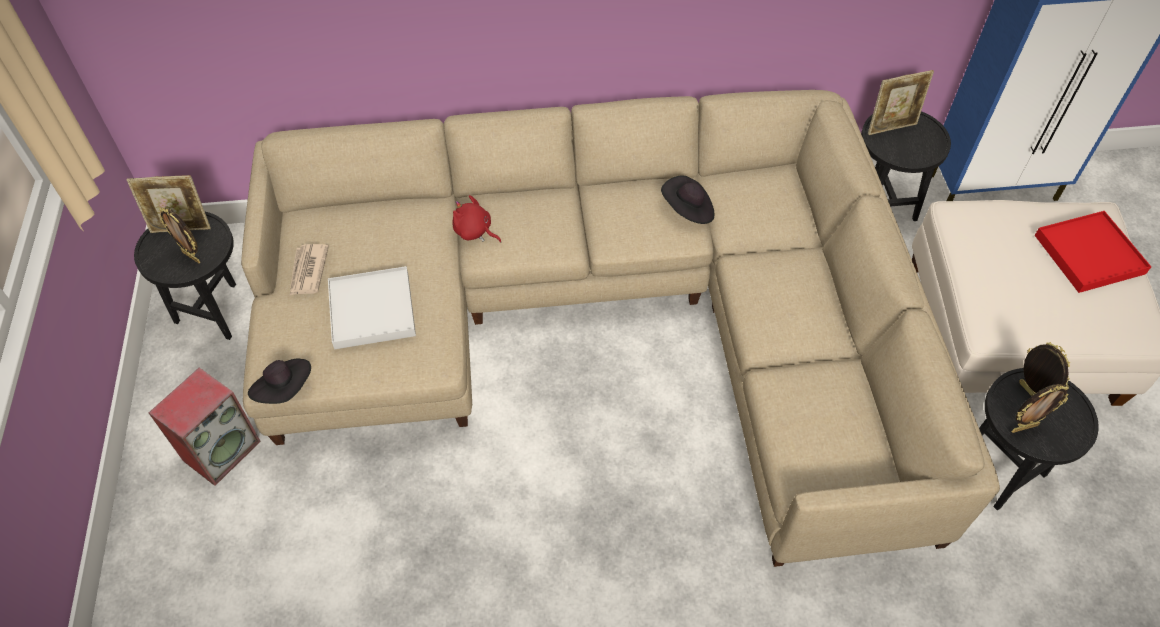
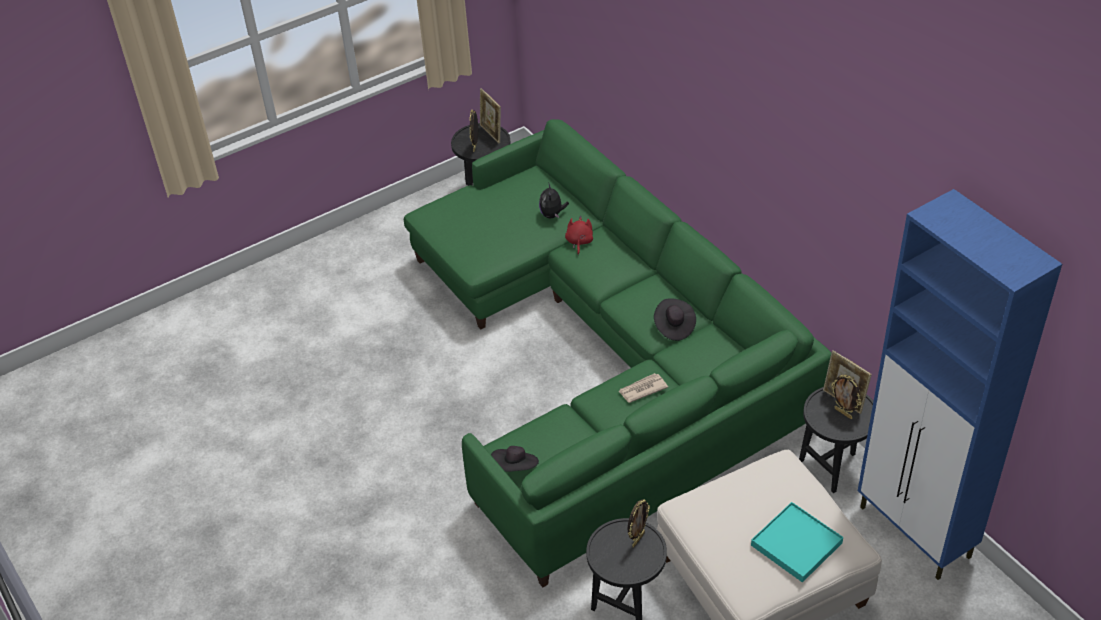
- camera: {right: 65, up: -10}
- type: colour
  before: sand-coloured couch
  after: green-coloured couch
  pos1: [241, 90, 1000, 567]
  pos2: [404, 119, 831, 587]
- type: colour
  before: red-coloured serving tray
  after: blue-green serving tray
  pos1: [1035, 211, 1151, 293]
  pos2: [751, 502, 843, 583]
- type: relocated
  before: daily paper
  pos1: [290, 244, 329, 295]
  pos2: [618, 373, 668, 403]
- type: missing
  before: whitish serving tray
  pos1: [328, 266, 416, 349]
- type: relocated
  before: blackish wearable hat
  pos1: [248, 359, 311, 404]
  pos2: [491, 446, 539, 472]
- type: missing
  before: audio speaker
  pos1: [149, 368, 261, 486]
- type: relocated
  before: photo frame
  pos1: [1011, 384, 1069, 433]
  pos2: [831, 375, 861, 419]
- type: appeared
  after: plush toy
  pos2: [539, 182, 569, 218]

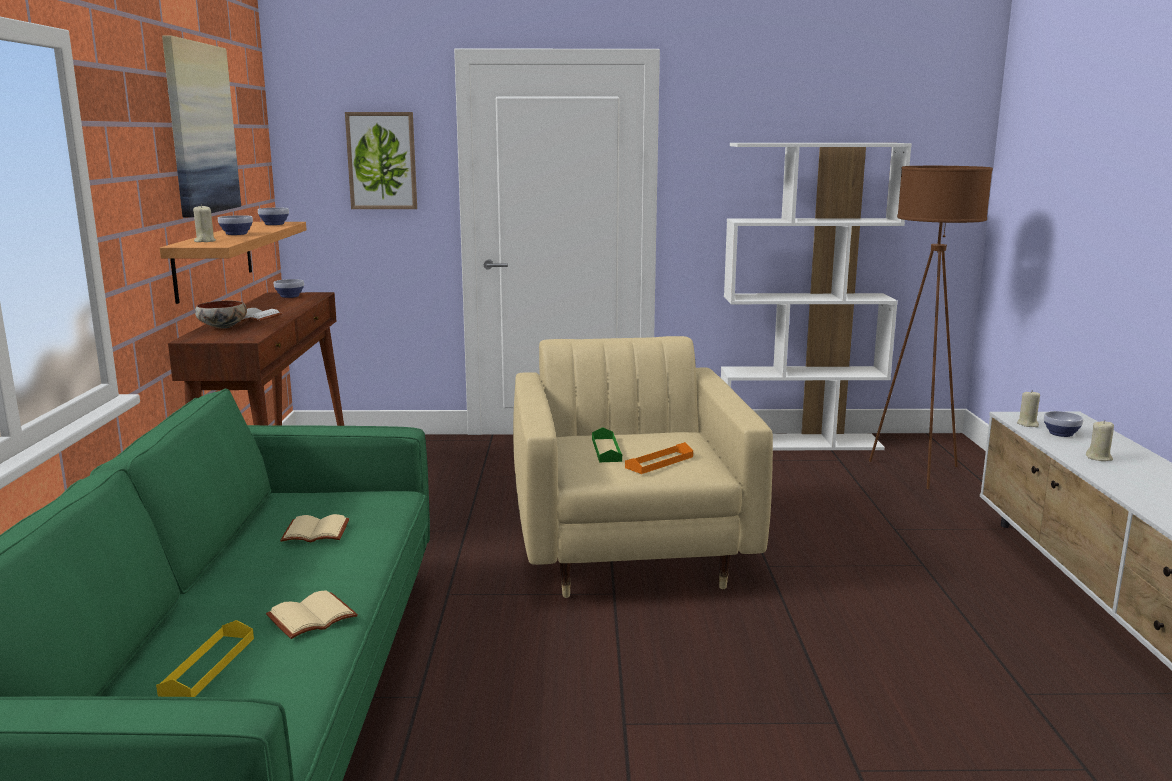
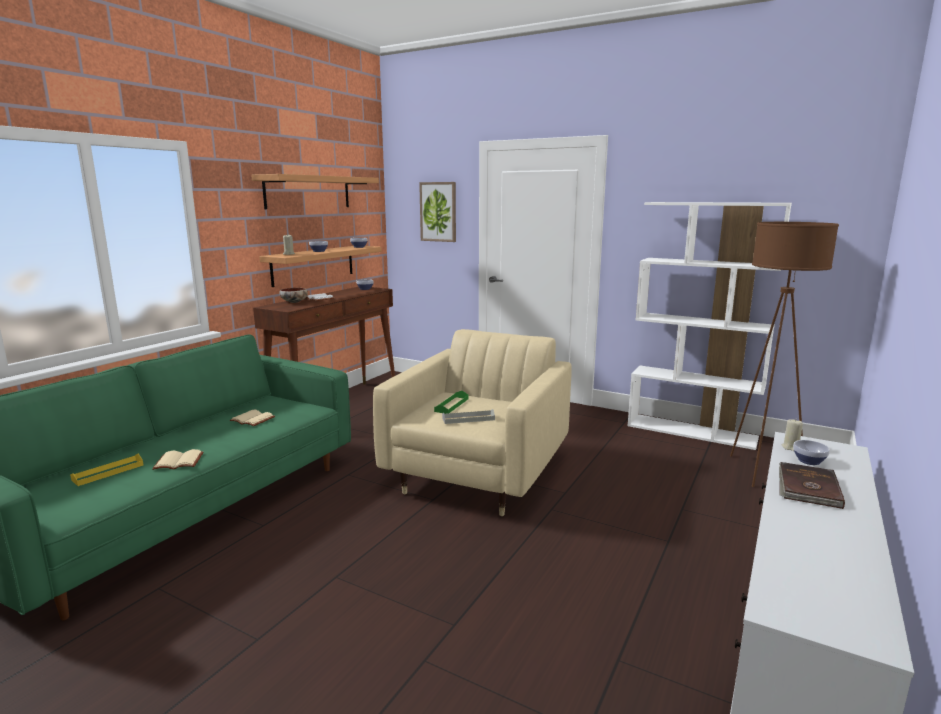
- camera: {right: 30, up: 0}
- type: exchanged
  before: picture
  after: wall shelf
  pos1: [162, 35, 241, 217]
  pos2: [251, 174, 379, 209]
- type: exchanged
  before: sand-coloured candle
  after: brown bound book
  pos1: [1086, 420, 1114, 461]
  pos2: [779, 462, 845, 509]
- type: colour
  before: orange serving tray
  after: greyish serving tray
  pos1: [625, 442, 693, 474]
  pos2: [442, 409, 495, 424]

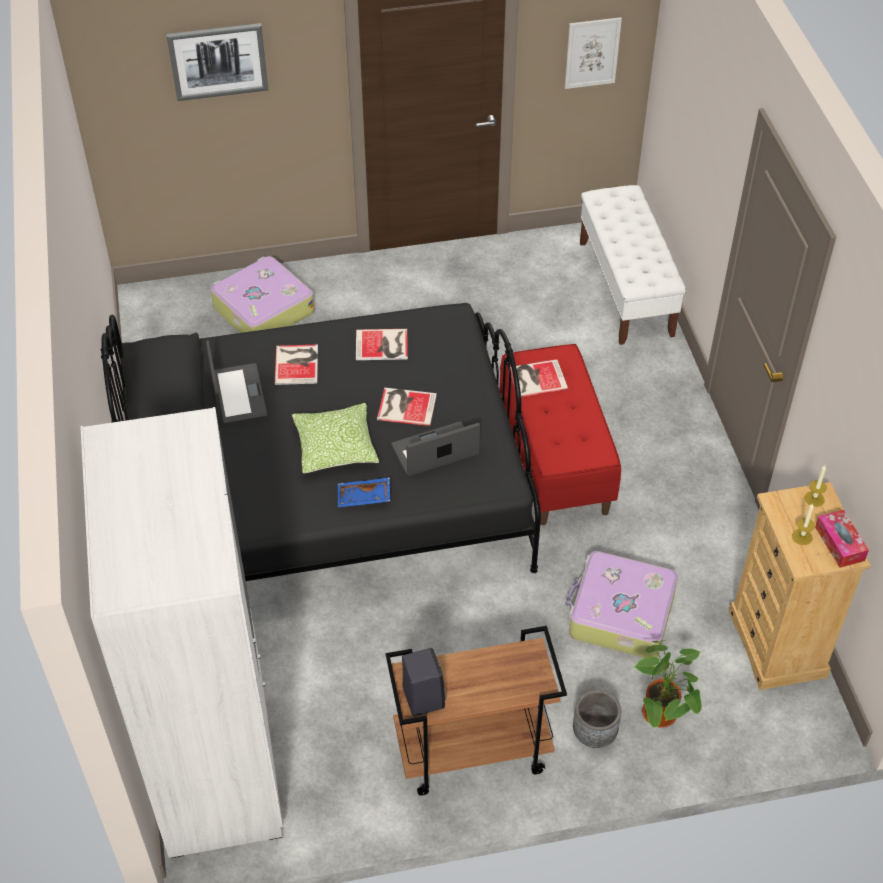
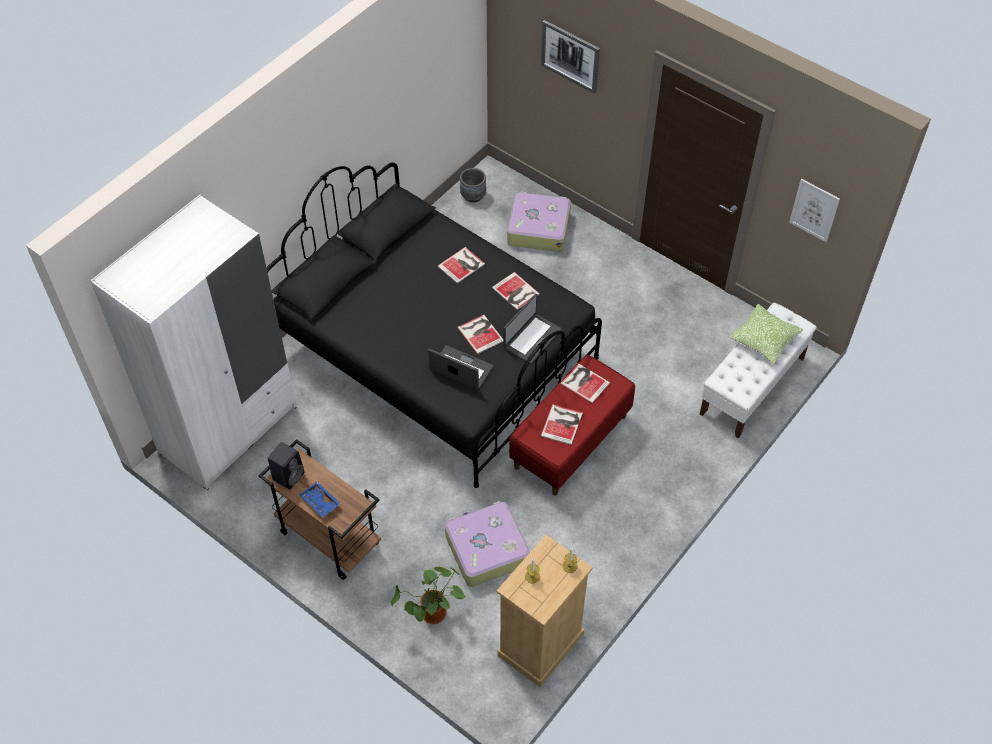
- camera: {right: 50, up: 5}
- type: relocated
  before: portable computer
  pos1: [206, 340, 267, 425]
  pos2: [503, 294, 562, 364]
- type: relocated
  before: cushion
  pos1: [292, 403, 379, 473]
  pos2: [729, 304, 803, 364]
- type: relocated
  before: bluish serving tray
  pos1: [338, 477, 390, 507]
  pos2: [299, 482, 341, 518]
- type: missing
  before: tissue box
  pos1: [815, 510, 869, 568]
- type: relocated
  before: greyish plant pot
  pos1: [573, 690, 621, 748]
  pos2: [460, 168, 486, 203]
- type: appeared
  after: bound book
  pos2: [541, 404, 583, 445]

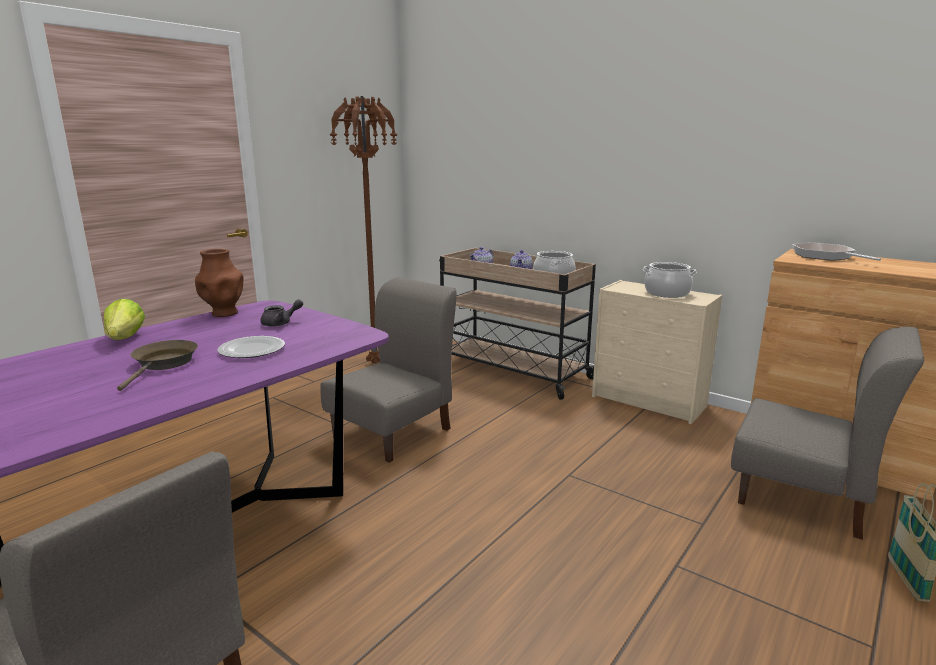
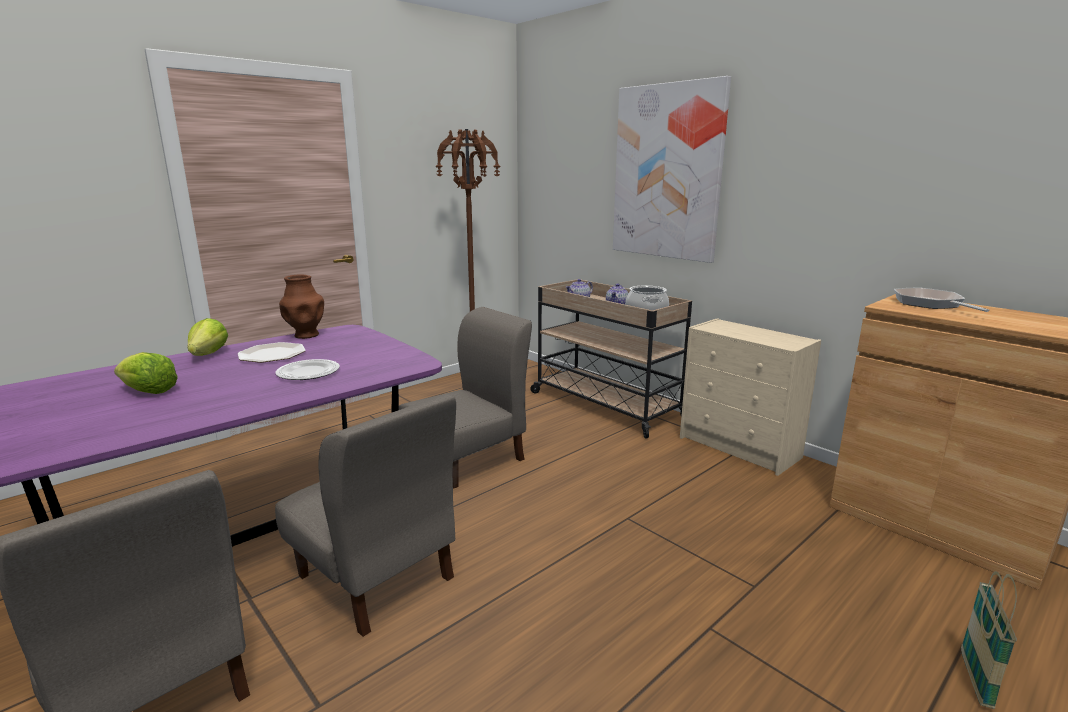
- camera: {right: 10, up: 0}
- type: missing
  before: cooking pot
  pos1: [643, 262, 697, 298]
- type: missing
  before: greyish teapot
  pos1: [261, 299, 303, 327]
- type: relocated
  before: greyish upright chair
  pos1: [731, 327, 924, 540]
  pos2: [275, 394, 456, 637]
- type: missing
  before: brown skillet
  pos1: [117, 340, 198, 391]
- type: appeared
  after: picture
  pos2: [613, 76, 731, 263]
- type: appeared
  after: dinner plate
  pos2: [238, 342, 306, 363]
- type: appeared
  after: lettuce head
  pos2: [114, 352, 178, 394]

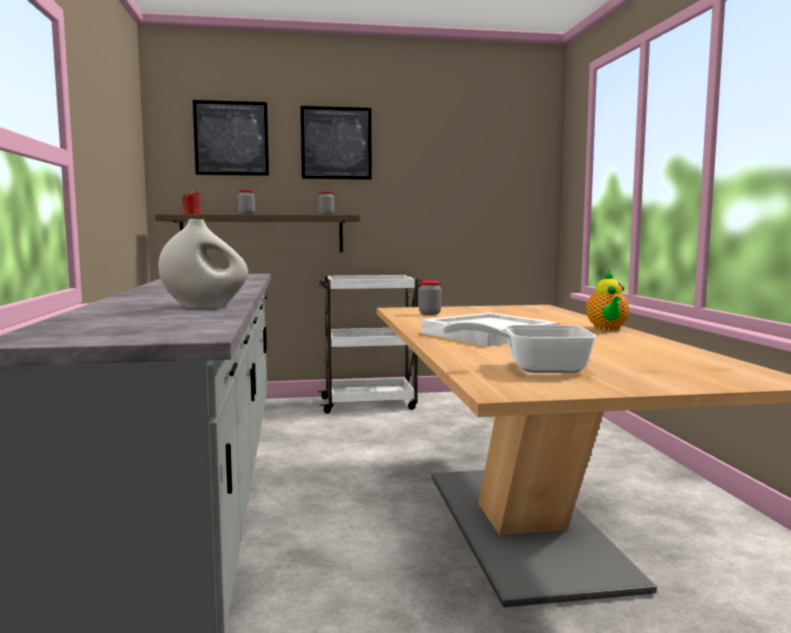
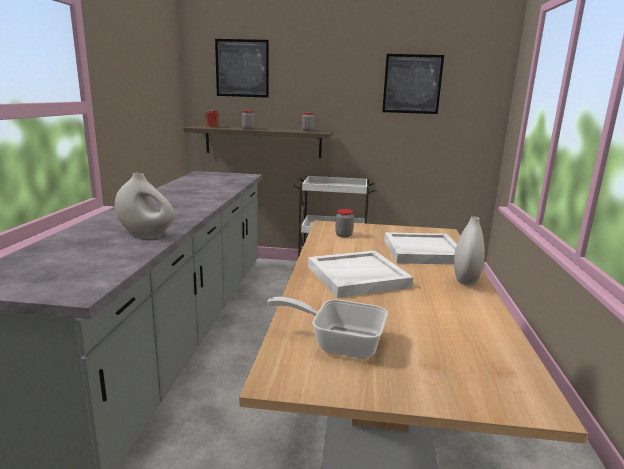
- camera: {right: 15, up: 10}
- type: relocated
  before: picture
  pos1: [301, 106, 372, 180]
  pos2: [382, 54, 444, 114]
- type: exchanged
  before: teapot
  after: whitish flower vase
  pos1: [586, 270, 629, 330]
  pos2: [454, 217, 485, 285]
- type: appeared
  after: whitish serving tray
  pos2: [384, 232, 457, 265]

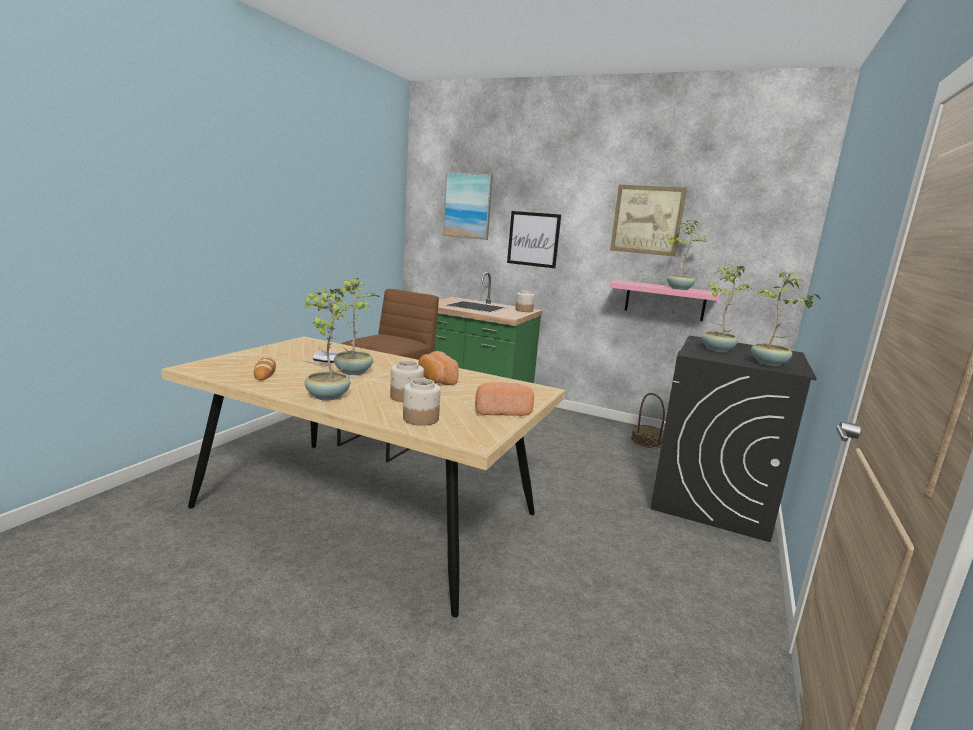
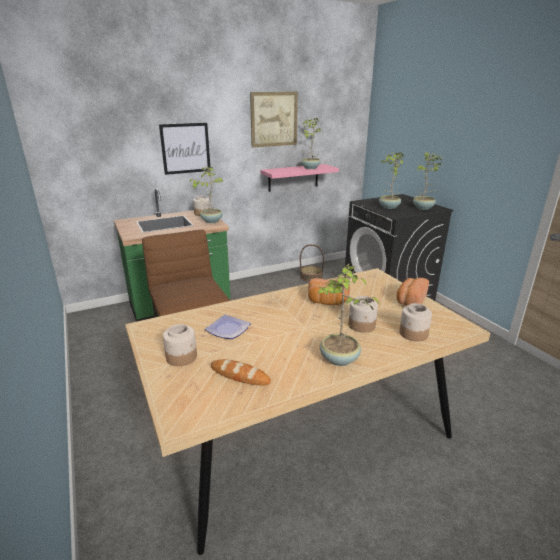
- camera: {right: -50, up: 10}
- type: missing
  before: picture
  pos1: [443, 172, 493, 240]
- type: relocated
  before: houseplant
  pos1: [329, 278, 379, 375]
  pos2: [189, 165, 223, 223]
- type: appeared
  after: storage jar
  pos2: [163, 324, 197, 366]

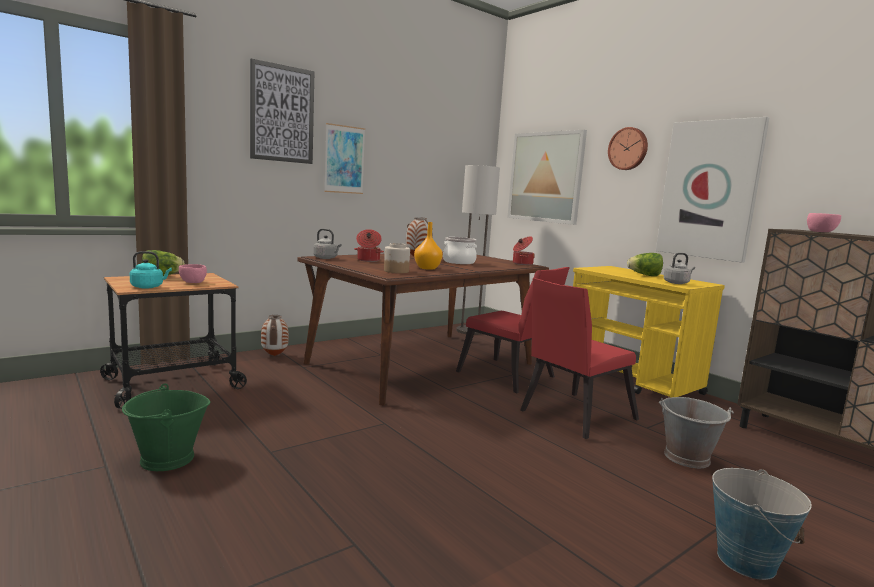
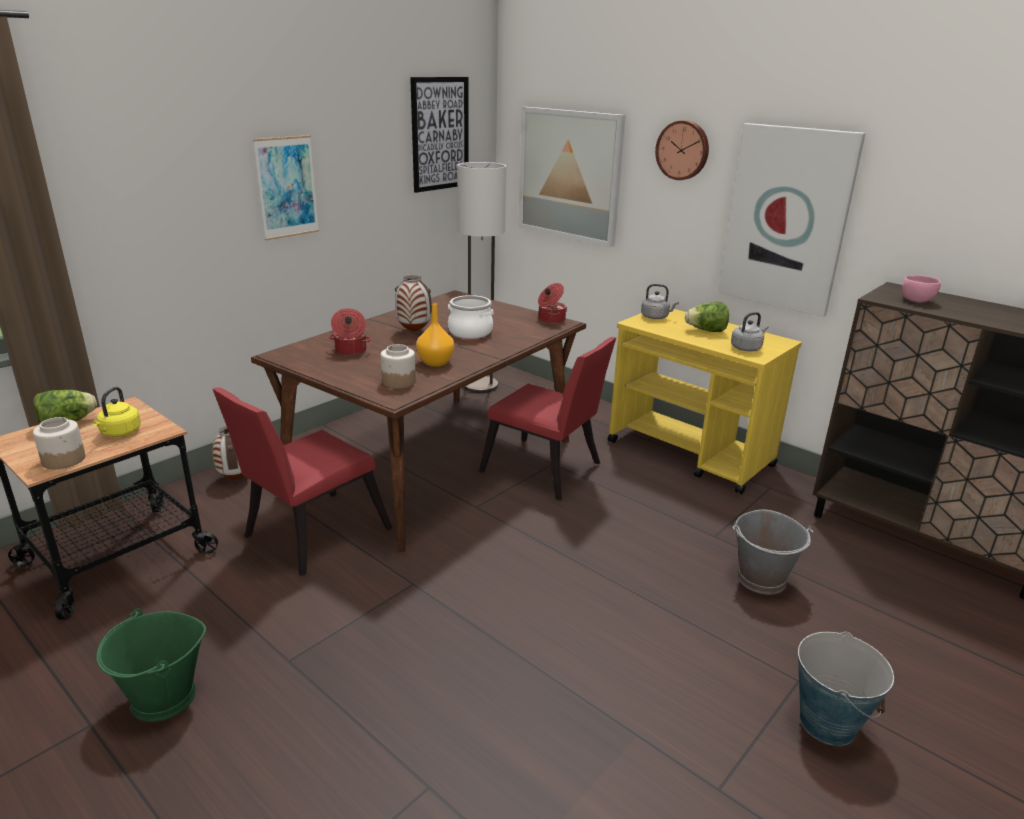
- camera: {right: -10, up: 15}
- type: relocated
  before: picture
  pos1: [250, 59, 314, 164]
  pos2: [410, 77, 469, 193]
- type: relocated
  before: greyish kettle
  pos1: [313, 229, 342, 259]
  pos2: [641, 284, 679, 319]
- type: exchanged
  before: blue-green kettle
  after: storage jar
  pos1: [130, 251, 172, 289]
  pos2: [33, 417, 85, 469]
- type: exchanged
  before: pink-coloured deep dish
  after: yellow-coloured kettle
  pos1: [179, 264, 207, 283]
  pos2: [92, 387, 141, 437]
- type: relocated
  before: red-coloured upright chair
  pos1: [520, 278, 639, 439]
  pos2: [213, 387, 392, 576]

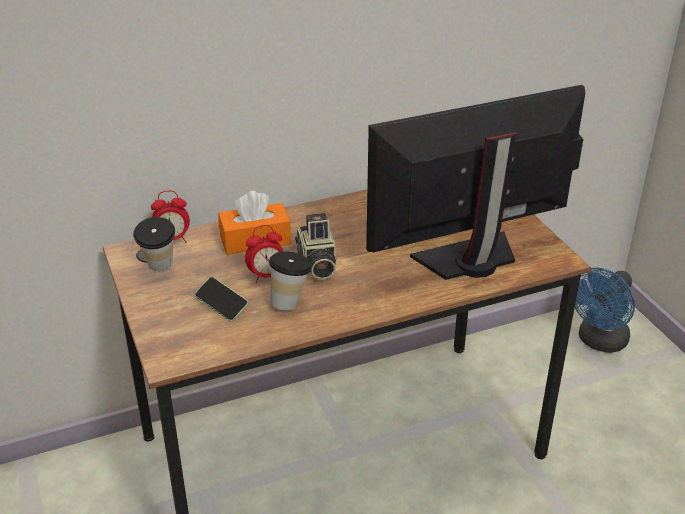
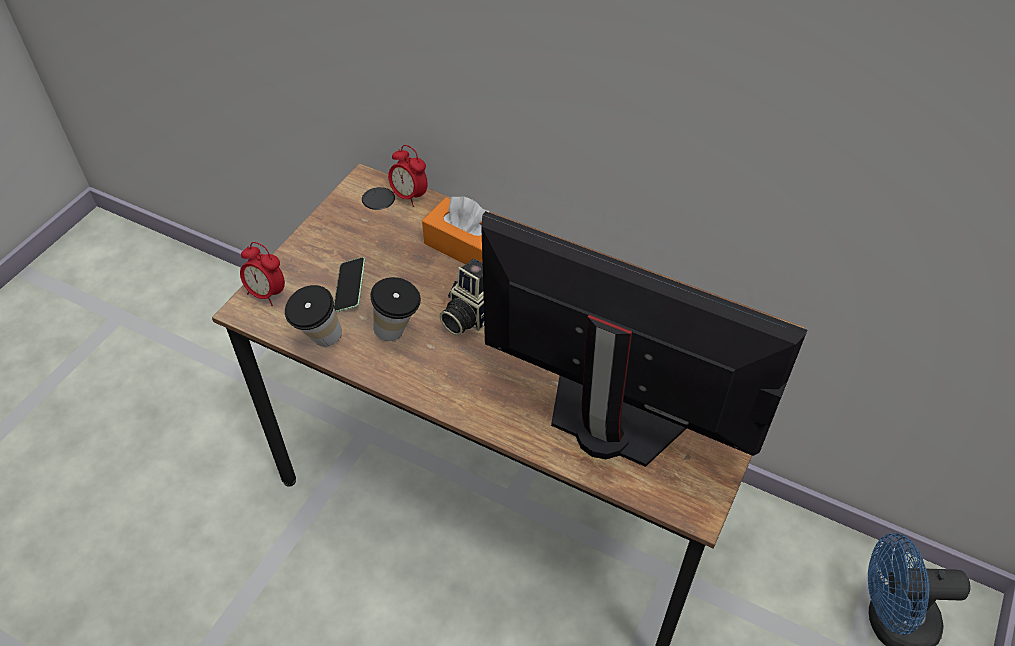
- camera: {right: 50, up: 15}
- type: relocated
  before: small cup
  pos1: [133, 217, 175, 271]
  pos2: [285, 285, 342, 347]
- type: relocated
  before: table clock
  pos1: [245, 225, 283, 283]
  pos2: [240, 242, 285, 306]

